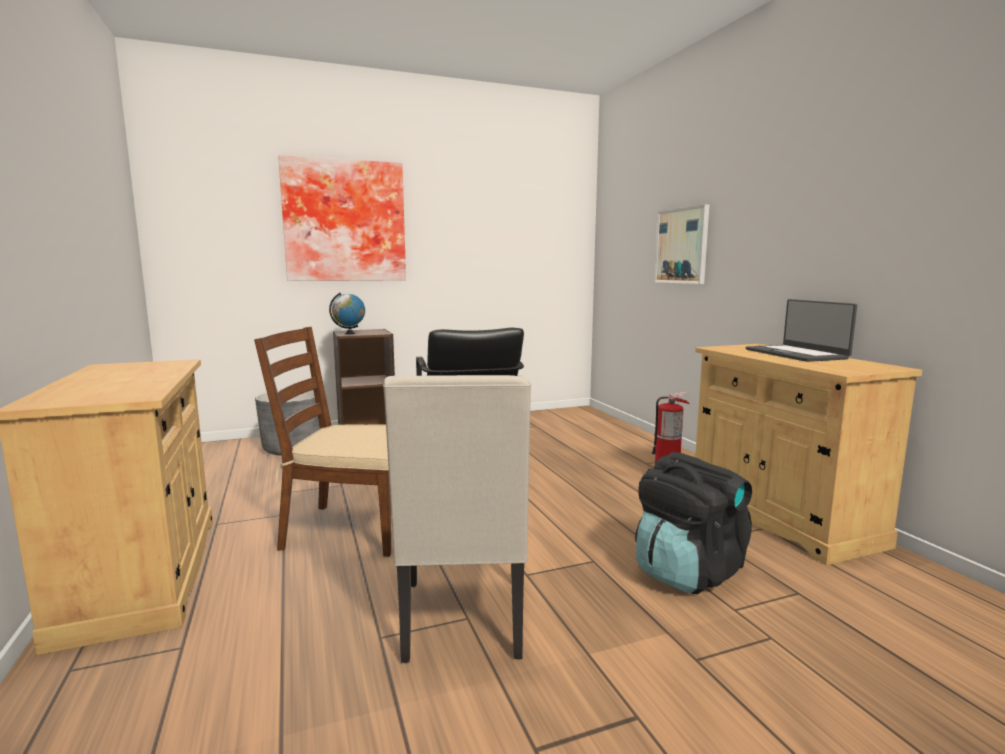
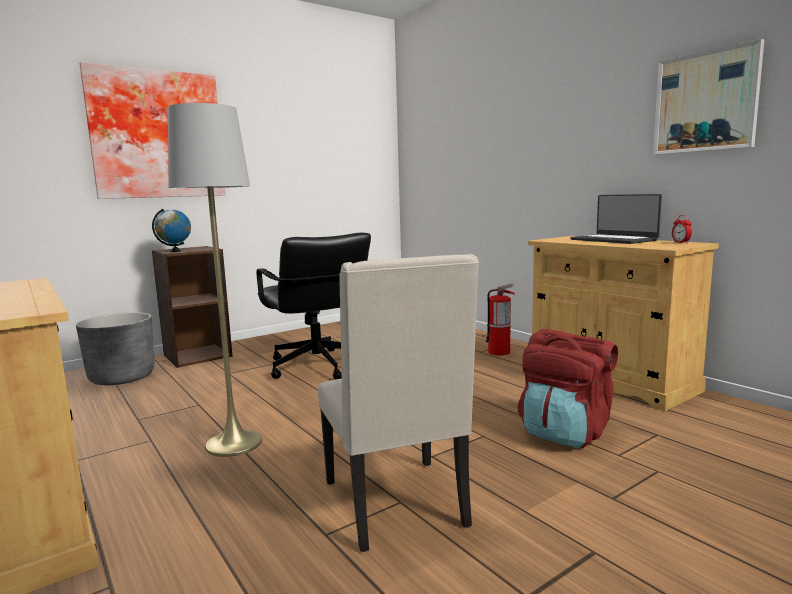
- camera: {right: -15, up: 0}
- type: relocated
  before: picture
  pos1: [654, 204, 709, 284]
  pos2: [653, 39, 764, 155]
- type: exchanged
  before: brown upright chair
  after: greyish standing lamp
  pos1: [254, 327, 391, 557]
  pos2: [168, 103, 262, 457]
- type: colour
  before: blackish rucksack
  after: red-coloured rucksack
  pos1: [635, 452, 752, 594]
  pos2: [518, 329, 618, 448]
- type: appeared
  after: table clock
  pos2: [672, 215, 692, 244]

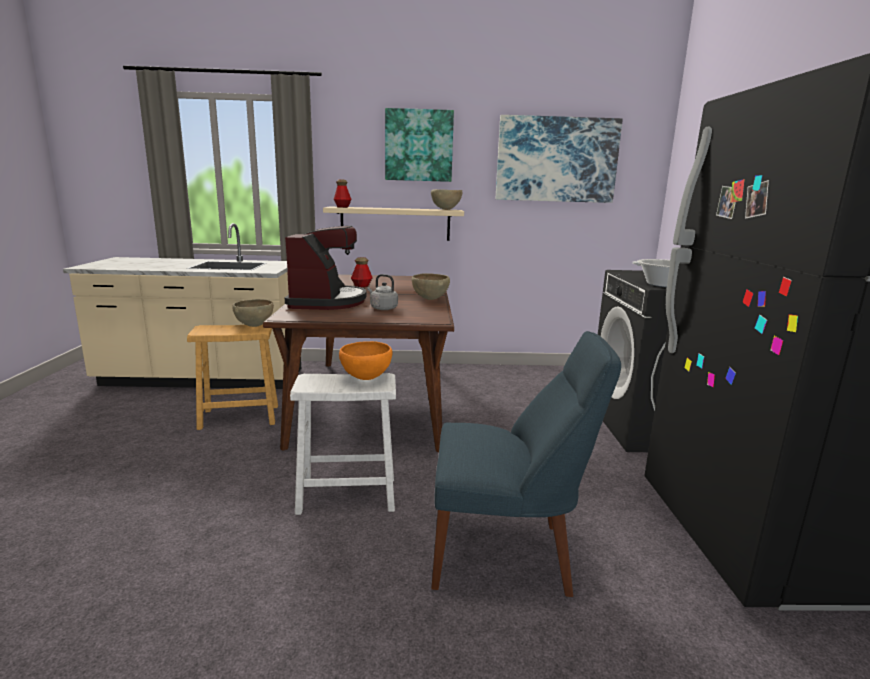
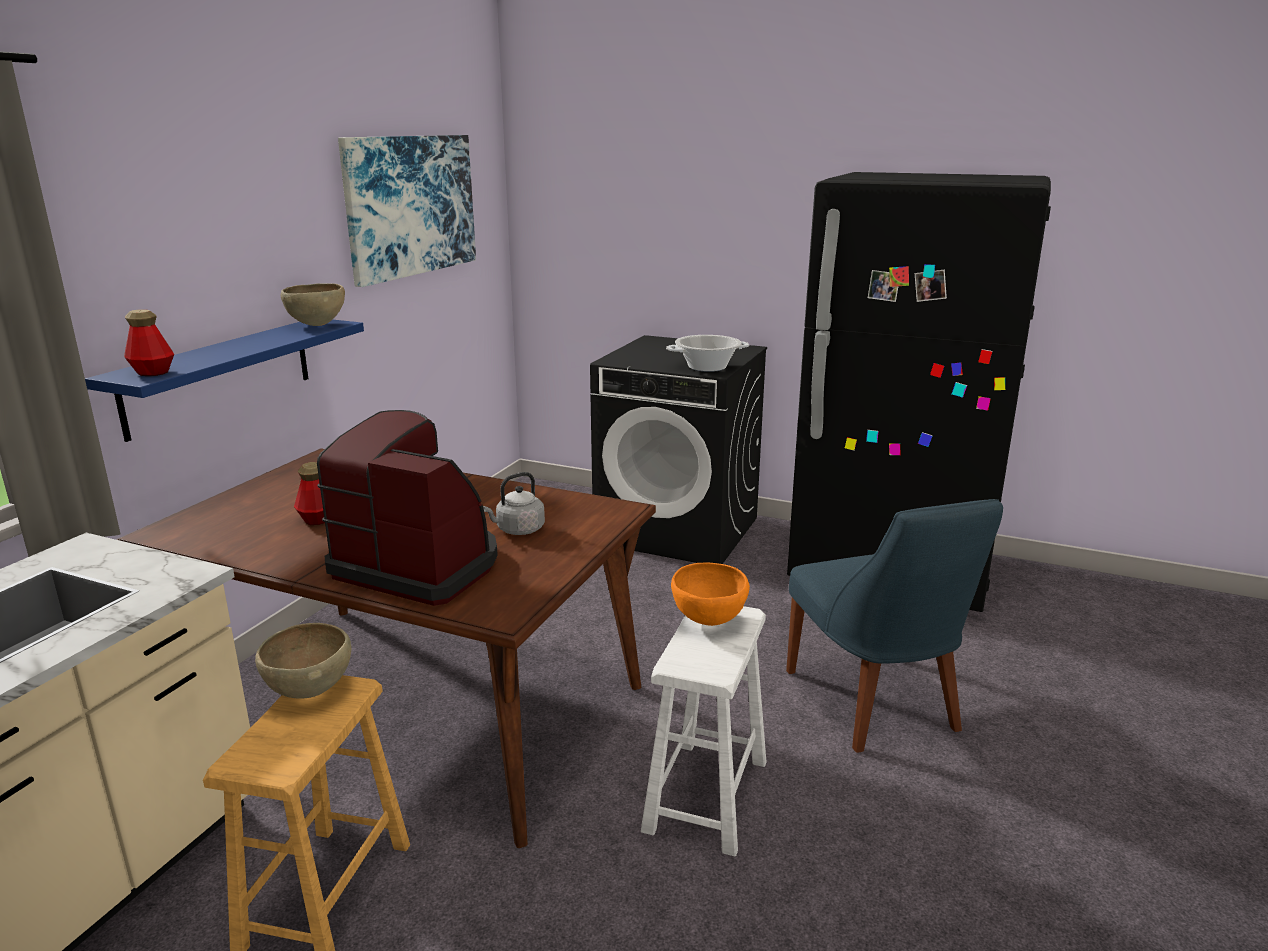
- camera: {right: -65, up: 5}
- type: missing
  before: picture
  pos1: [385, 108, 454, 182]
- type: colour
  before: sand-coloured wall shelf
  after: bluish wall shelf
  pos1: [323, 206, 464, 241]
  pos2: [85, 320, 364, 442]
- type: missing
  before: brown deep dish
  pos1: [411, 273, 450, 300]
- type: spun
  before: bluish upright chair
  pos1: [431, 331, 621, 597]
  pos2: [786, 499, 1003, 753]
  turn: 135

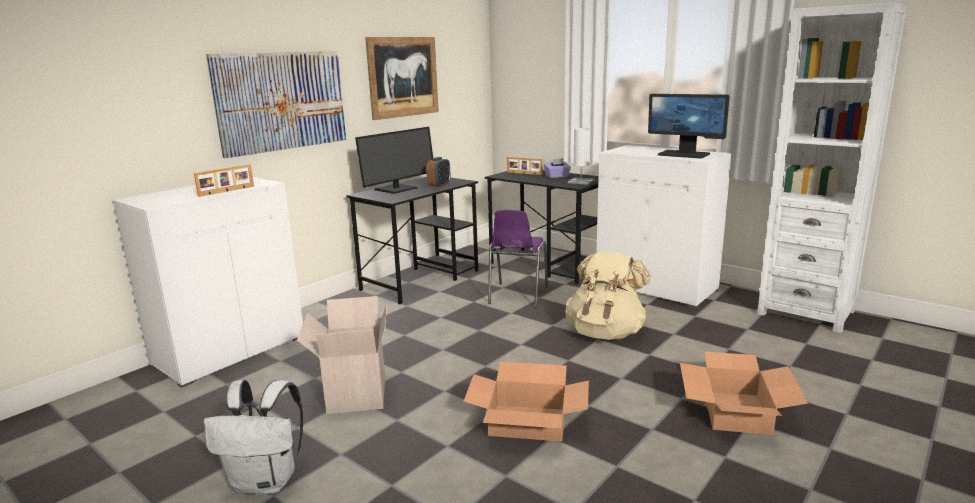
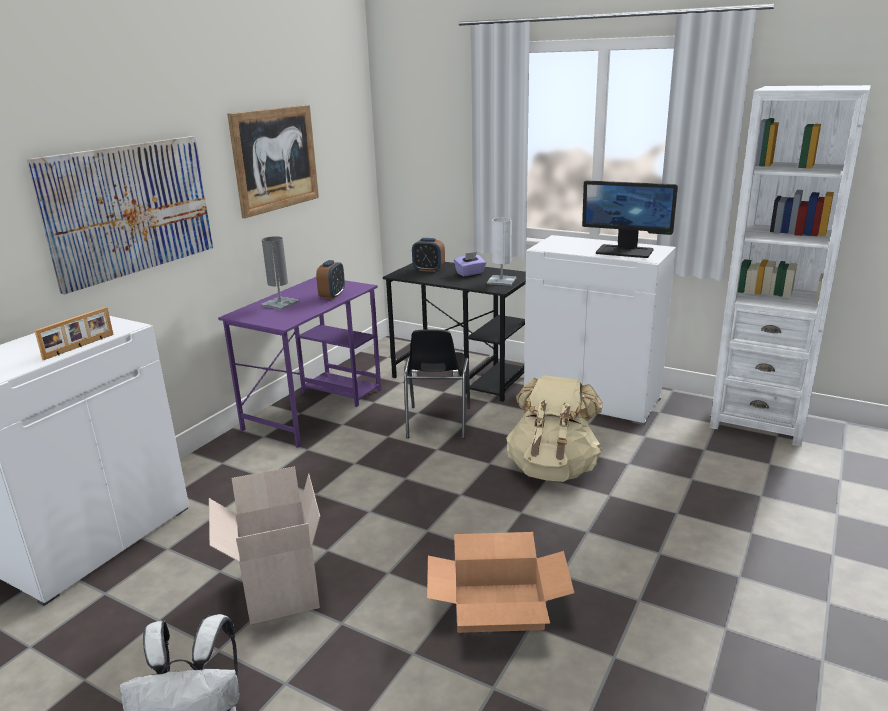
- camera: {right: -10, up: 5}
- type: exchanged
  before: monitor
  after: greyish lamp for a table
  pos1: [355, 127, 433, 194]
  pos2: [261, 236, 299, 310]
- type: exchanged
  before: photo frame
  after: table clock
  pos1: [507, 157, 543, 175]
  pos2: [412, 238, 445, 272]
- type: colour
  before: blackish desk table
  after: purple-coloured desk table
  pos1: [346, 177, 478, 304]
  pos2: [218, 277, 381, 448]
- type: colour
  before: purple-coloured upright chair
  after: blackish upright chair
  pos1: [488, 210, 548, 307]
  pos2: [404, 329, 470, 439]
- type: missing
  before: carton
  pos1: [680, 352, 808, 435]

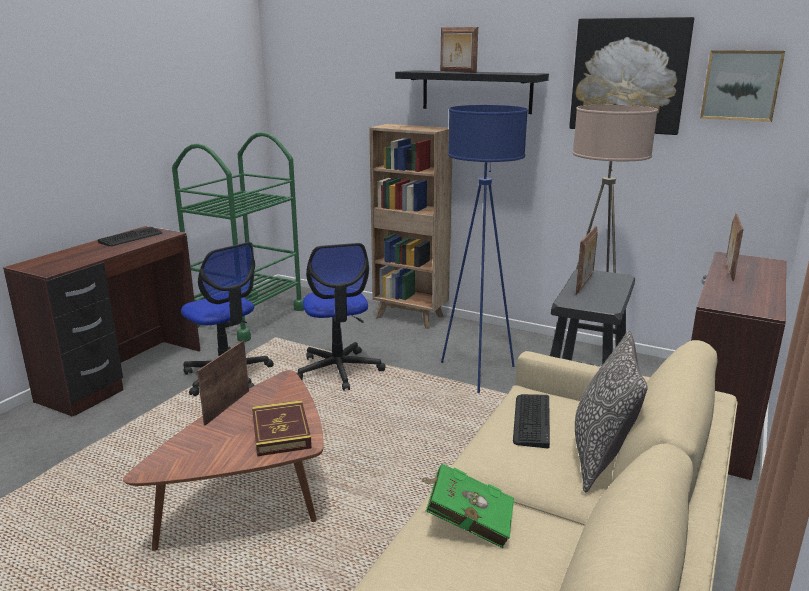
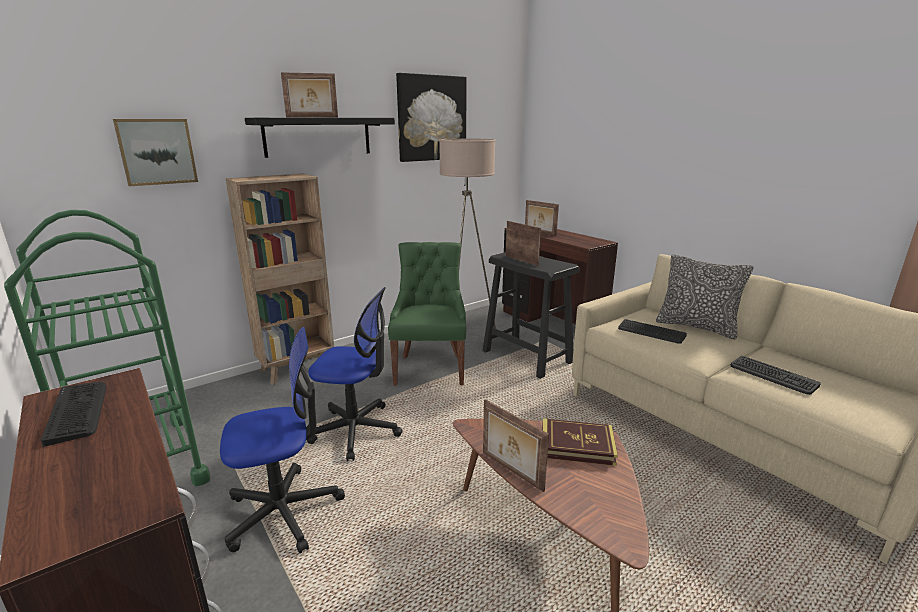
- camera: {right: -65, up: 0}
- type: relocated
  before: picture
  pos1: [700, 50, 785, 122]
  pos2: [113, 119, 198, 186]
- type: exchanged
  before: bluish standing lamp
  after: green-coloured upright chair
  pos1: [441, 105, 528, 393]
  pos2: [388, 242, 466, 386]
- type: exchanged
  before: green-coloured bound book
  after: computer keyboard
  pos1: [420, 464, 514, 548]
  pos2: [730, 356, 821, 395]

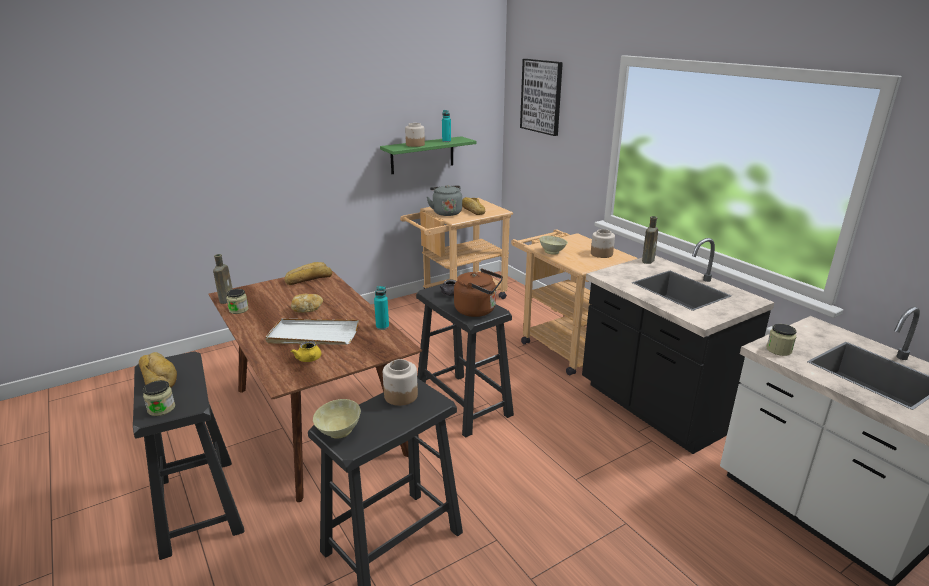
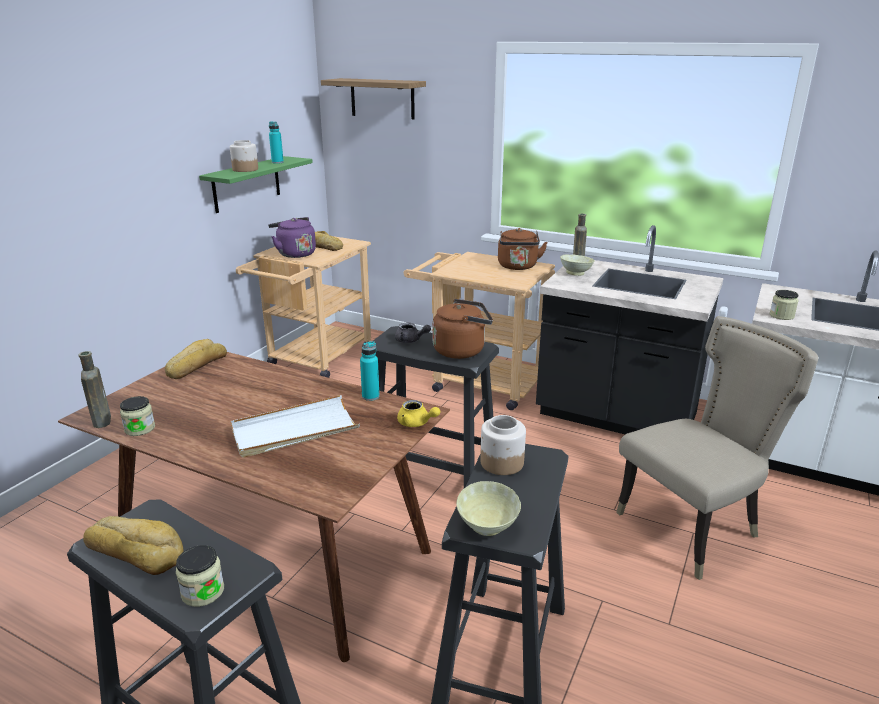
- camera: {right: -30, up: 0}
- type: exchanged
  before: picture
  after: wall shelf
  pos1: [520, 59, 563, 136]
  pos2: [321, 78, 426, 119]
- type: colour
  before: greyish kettle
  after: purple-coloured kettle
  pos1: [427, 185, 462, 216]
  pos2: [268, 217, 316, 258]
- type: exchanged
  before: storage jar
  after: brown kettle
  pos1: [591, 229, 615, 258]
  pos2: [498, 228, 548, 270]
- type: relocated
  before: sand-coloured deep dish
  pos1: [539, 236, 568, 255]
  pos2: [560, 254, 595, 276]
- type: missing
  before: bakery bread
  pos1: [291, 294, 323, 313]
- type: relocated
  before: yellow-coloured teapot
  pos1: [291, 341, 321, 362]
  pos2: [397, 400, 440, 427]
- type: appeared
  after: sand-coloured upright chair
  pos2: [616, 316, 818, 580]

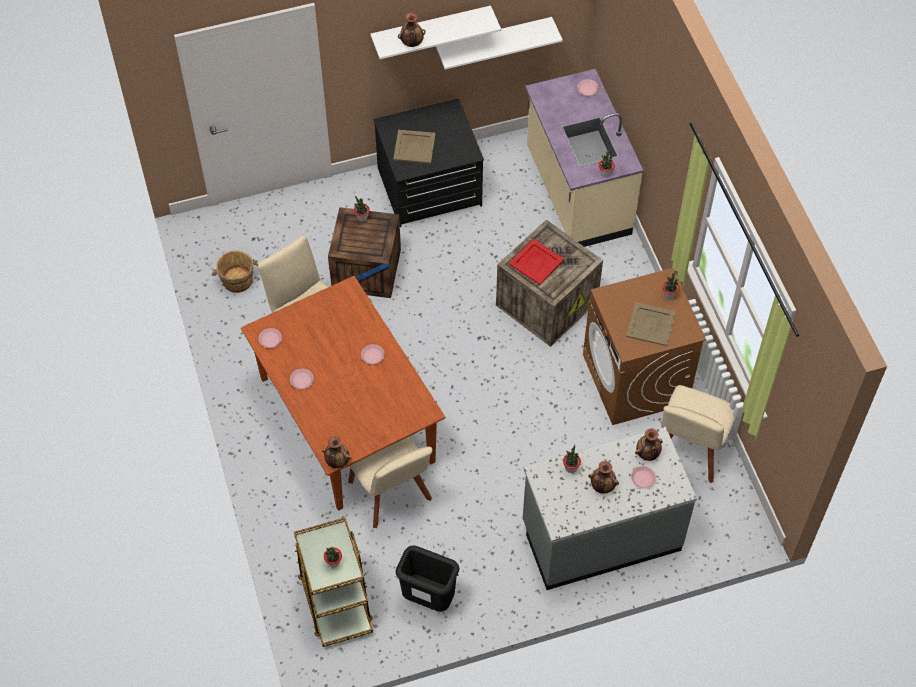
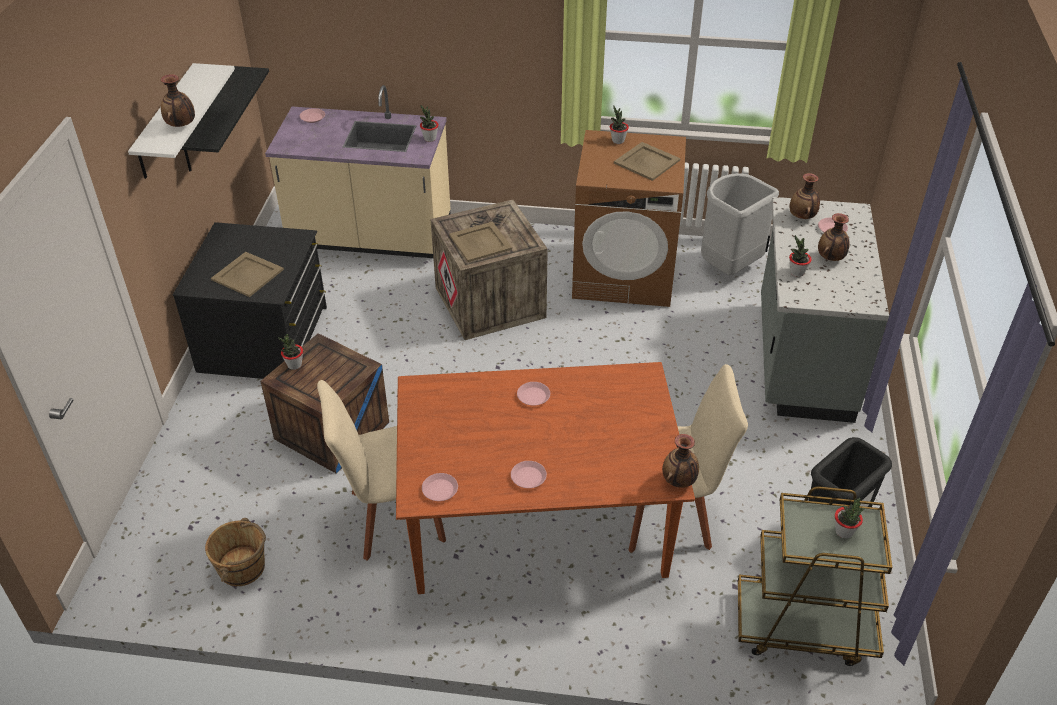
- camera: {right: -65, up: -15}
- type: colour
  before: whitish wall shelf
  after: blackish wall shelf
  pos1: [435, 17, 563, 70]
  pos2: [181, 66, 269, 172]
- type: colour
  before: red-coloured serving tray
  after: sand-coloured serving tray
  pos1: [509, 239, 564, 285]
  pos2: [449, 222, 512, 262]
- type: exchanged
  before: sand-coloured upright chair
  after: greyish waste bin
  pos1: [661, 385, 735, 483]
  pos2: [701, 173, 779, 276]

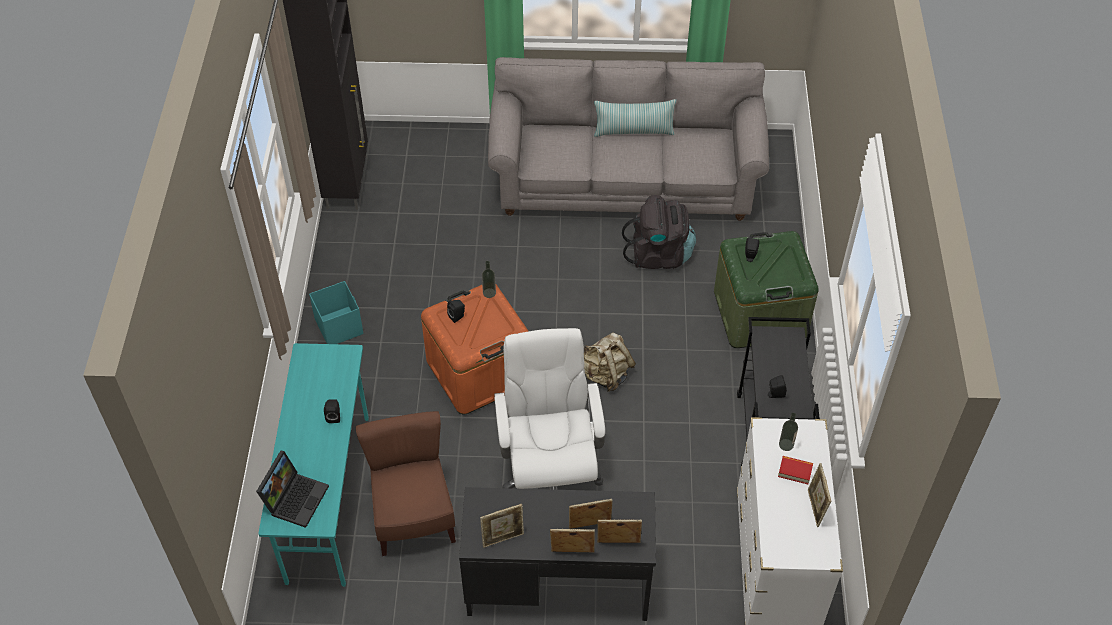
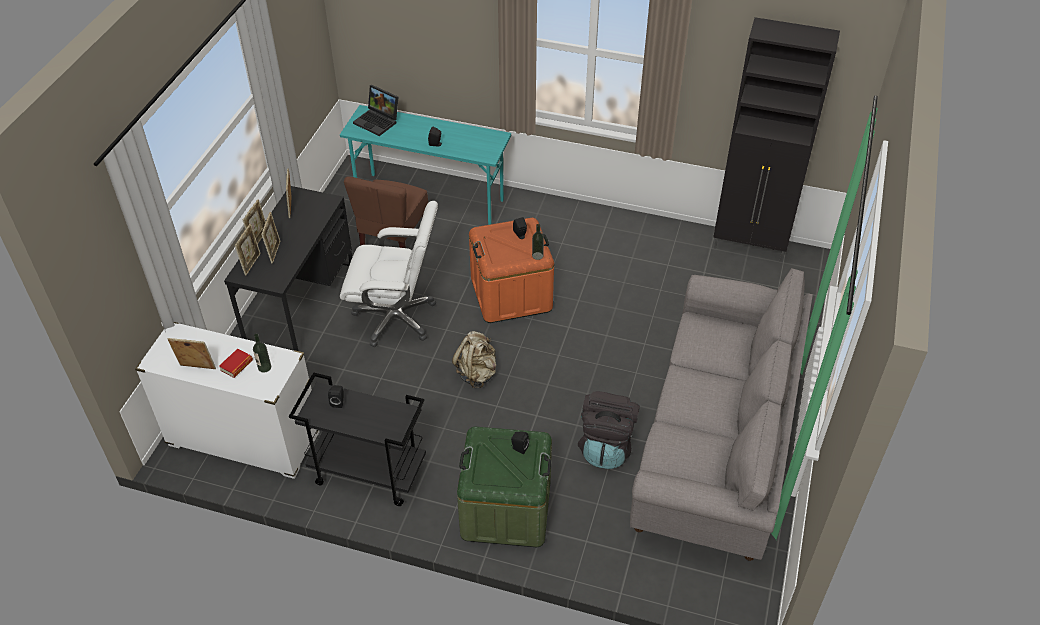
- camera: {right: 105, up: -5}
- type: missing
  before: cushion
  pos1: [594, 99, 677, 137]
- type: missing
  before: blue-green storage box
  pos1: [309, 281, 364, 344]
- type: spun
  before: brown upright chair
  pos1: [356, 411, 456, 556]
  pos2: [344, 176, 428, 248]
  turn: 105

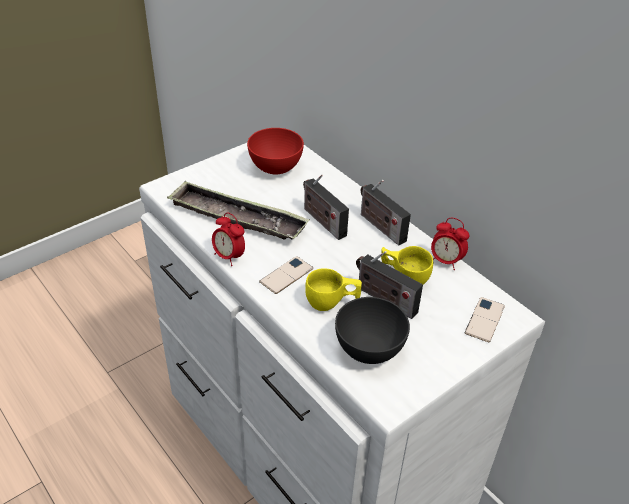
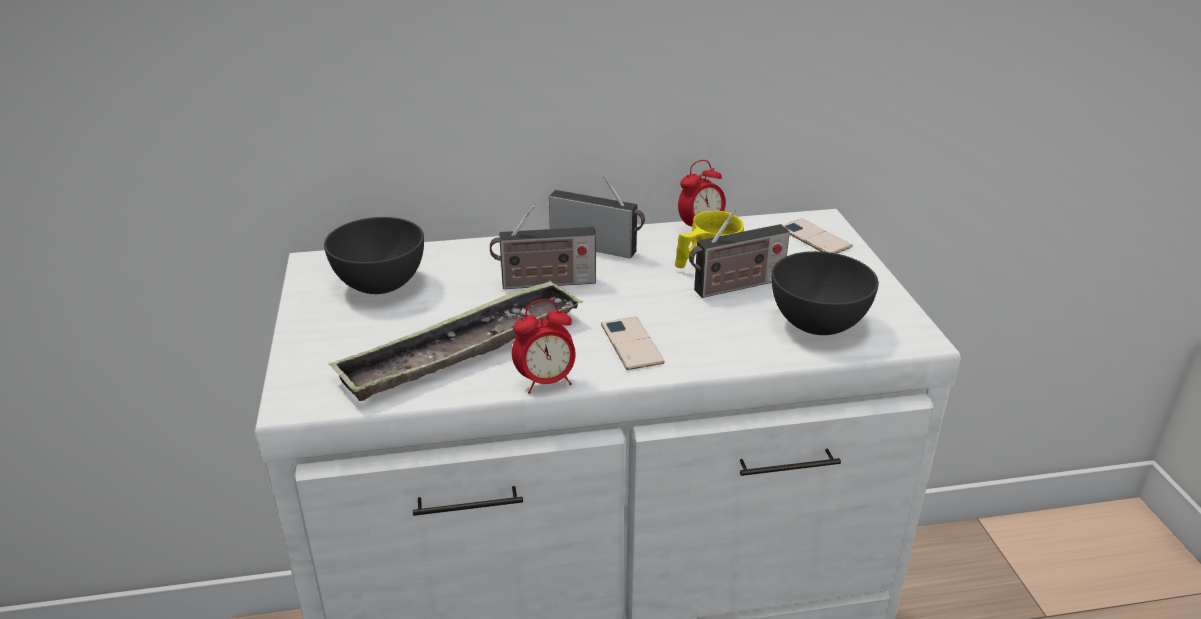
- camera: {right: -60, up: -10}
- type: colour
  before: red-coloured deep dish
  after: greyish deep dish
  pos1: [247, 128, 304, 175]
  pos2: [324, 217, 424, 294]
- type: spun
  before: radio set
  pos1: [361, 180, 411, 246]
  pos2: [549, 175, 645, 259]
  turn: -150
- type: missing
  before: yellow-coloured small cup
  pos1: [305, 268, 362, 311]

